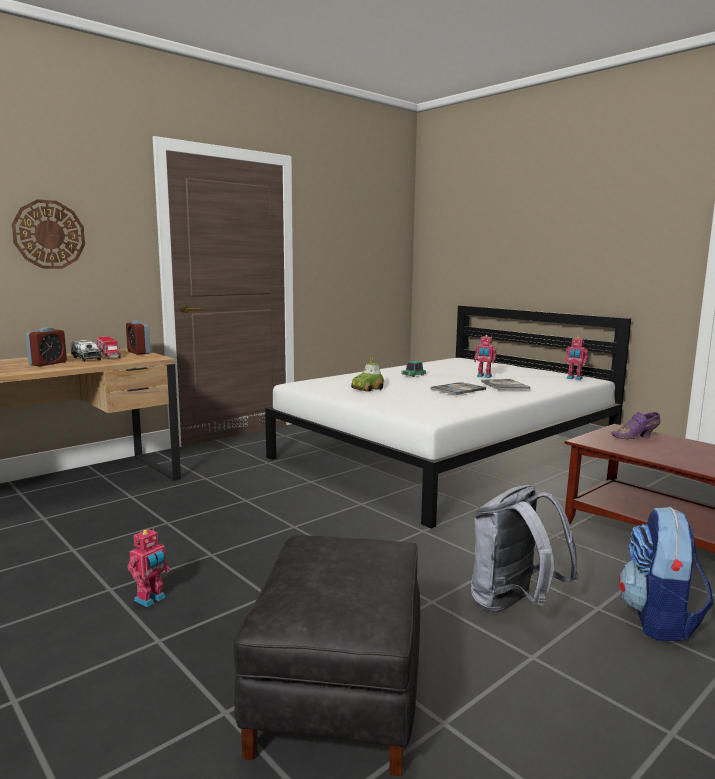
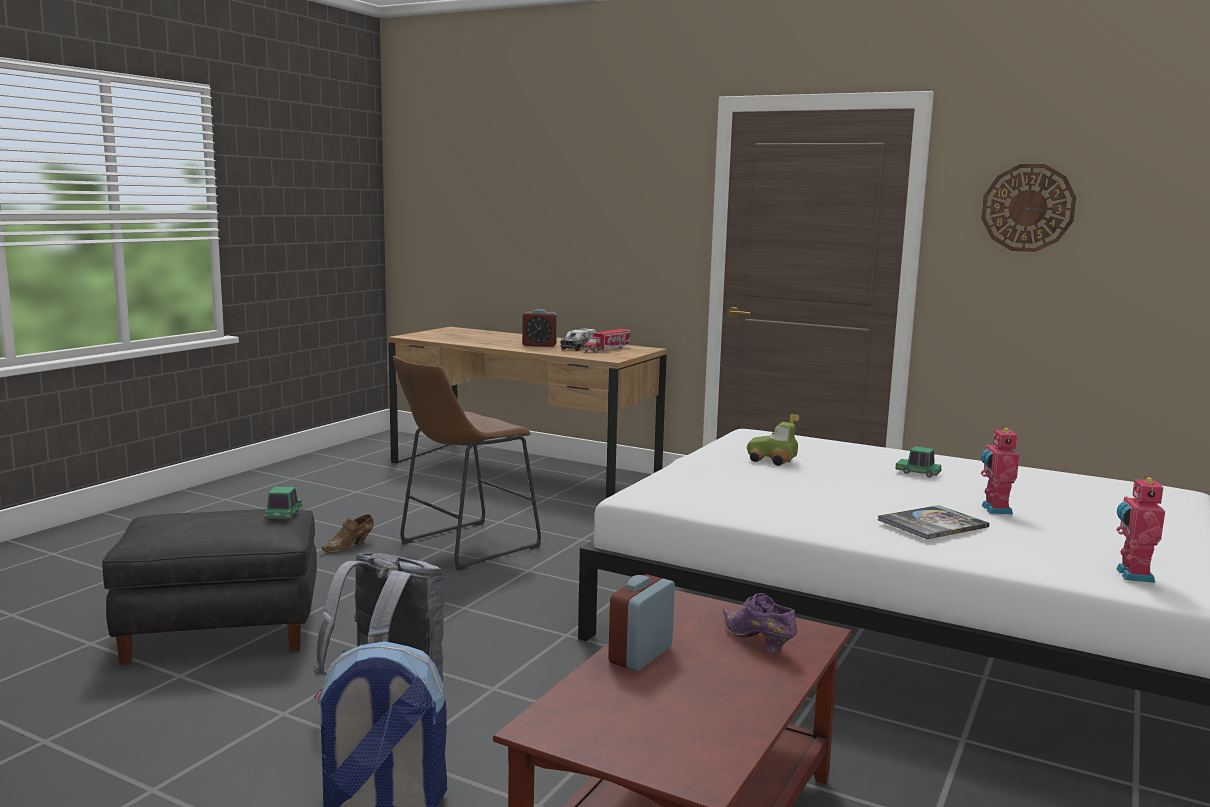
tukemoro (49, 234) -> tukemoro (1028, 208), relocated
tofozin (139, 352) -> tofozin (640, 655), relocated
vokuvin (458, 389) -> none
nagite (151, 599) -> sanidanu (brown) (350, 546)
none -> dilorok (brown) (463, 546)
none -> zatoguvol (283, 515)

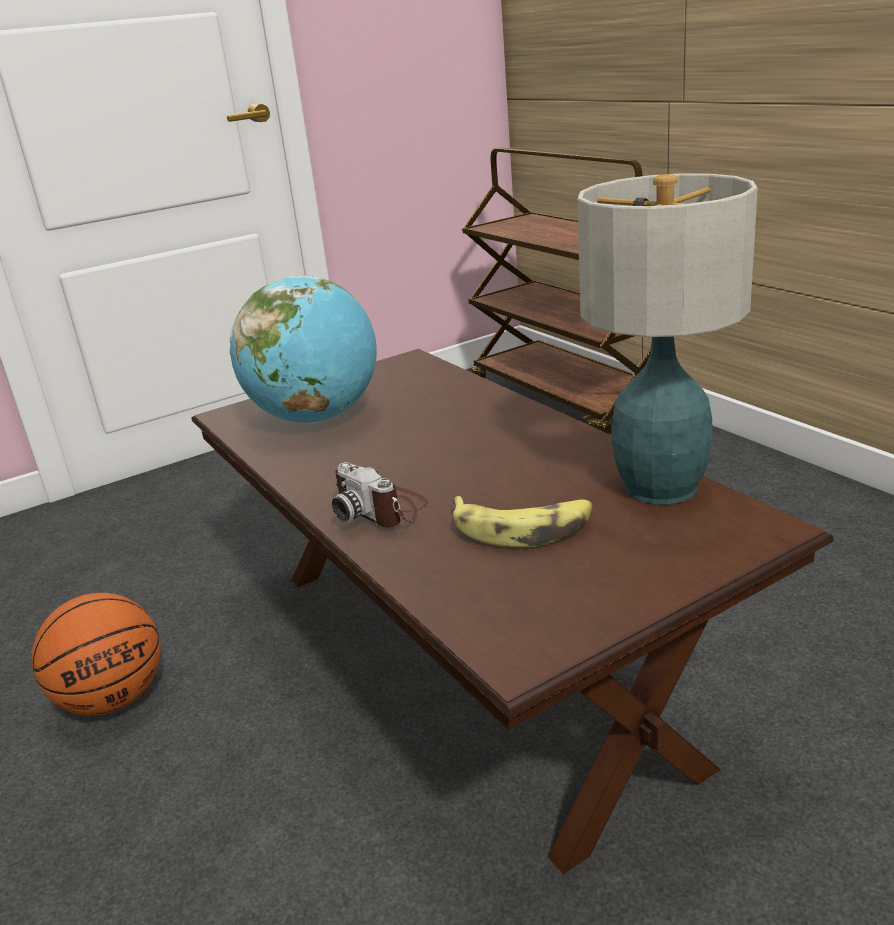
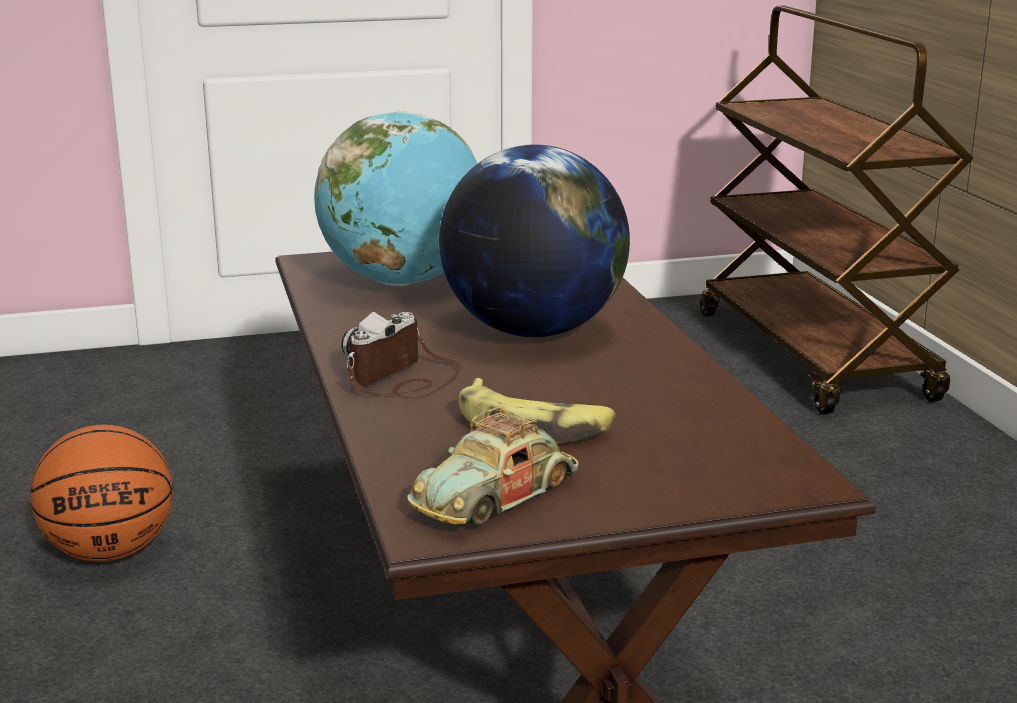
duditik (658, 488) -> none
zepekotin (382, 508) -> zepekotin (403, 379), 60 degrees clockwise
none -> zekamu (533, 331)
none -> zatoguvol (496, 496)

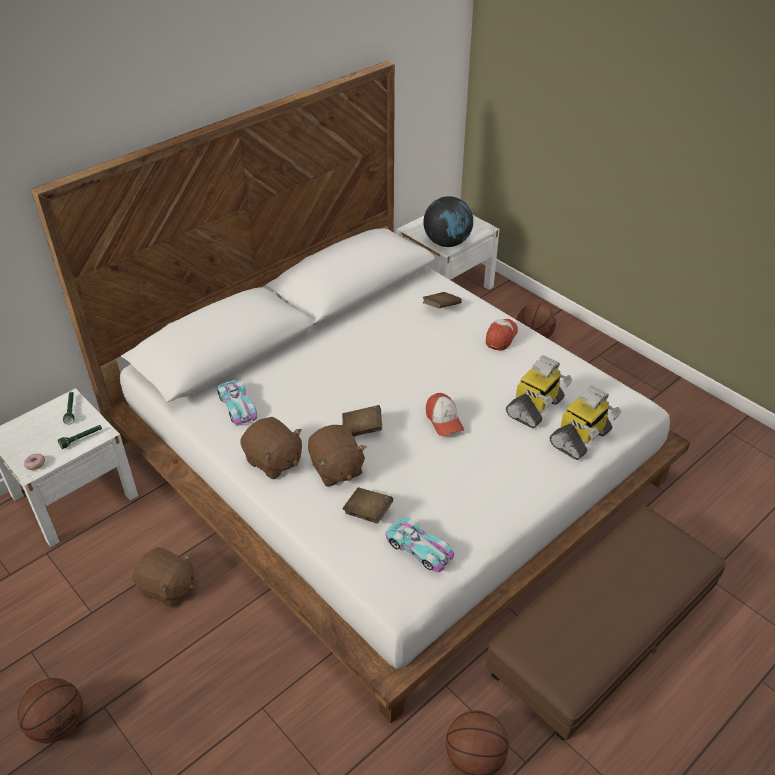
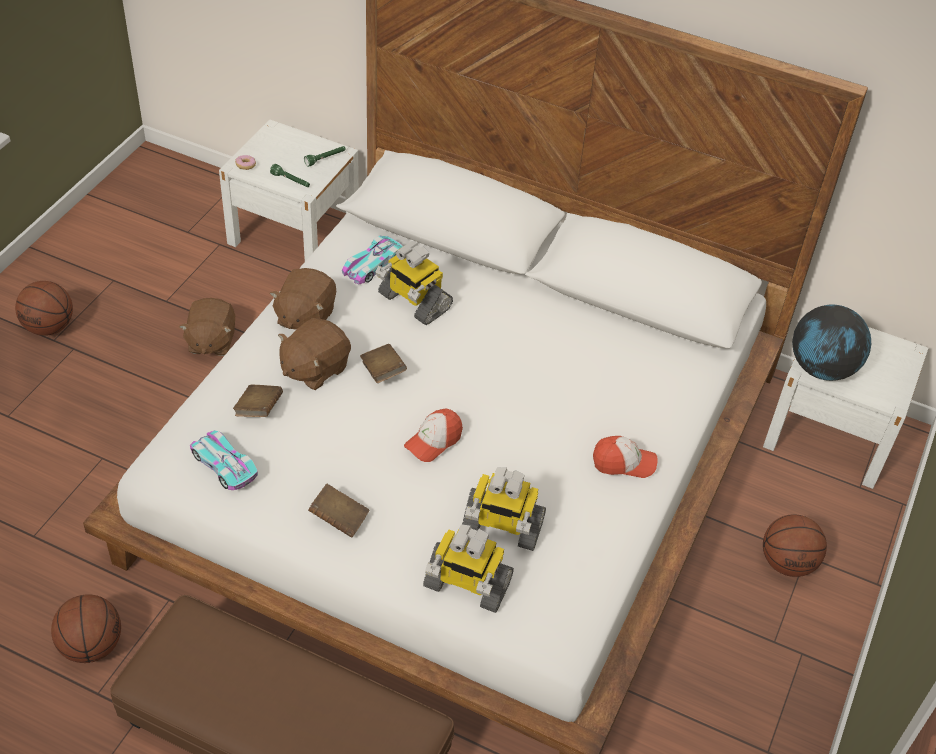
vokuvin (brown) (441, 307) -> vokuvin (brown) (339, 519), relocated
zatoguvol (419, 548) -> zatoguvol (224, 464), 120 degrees clockwise
none -> nagite (413, 302)

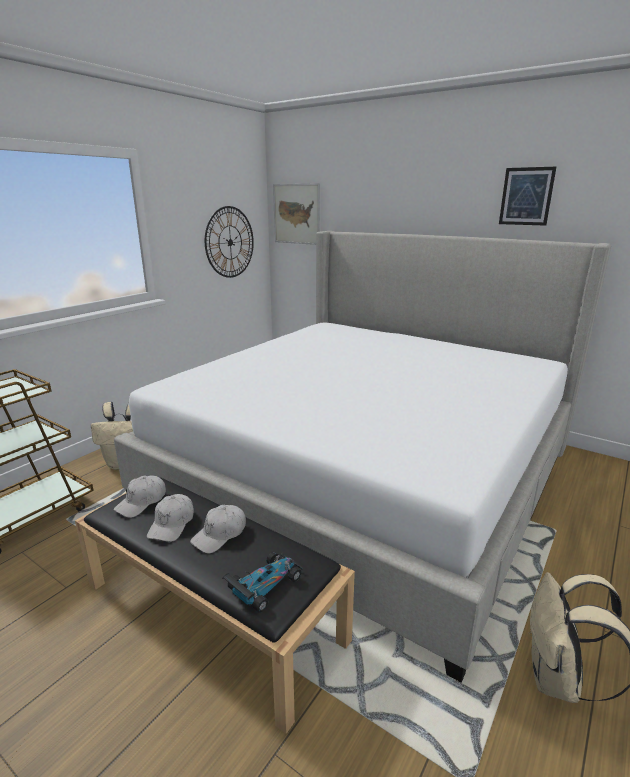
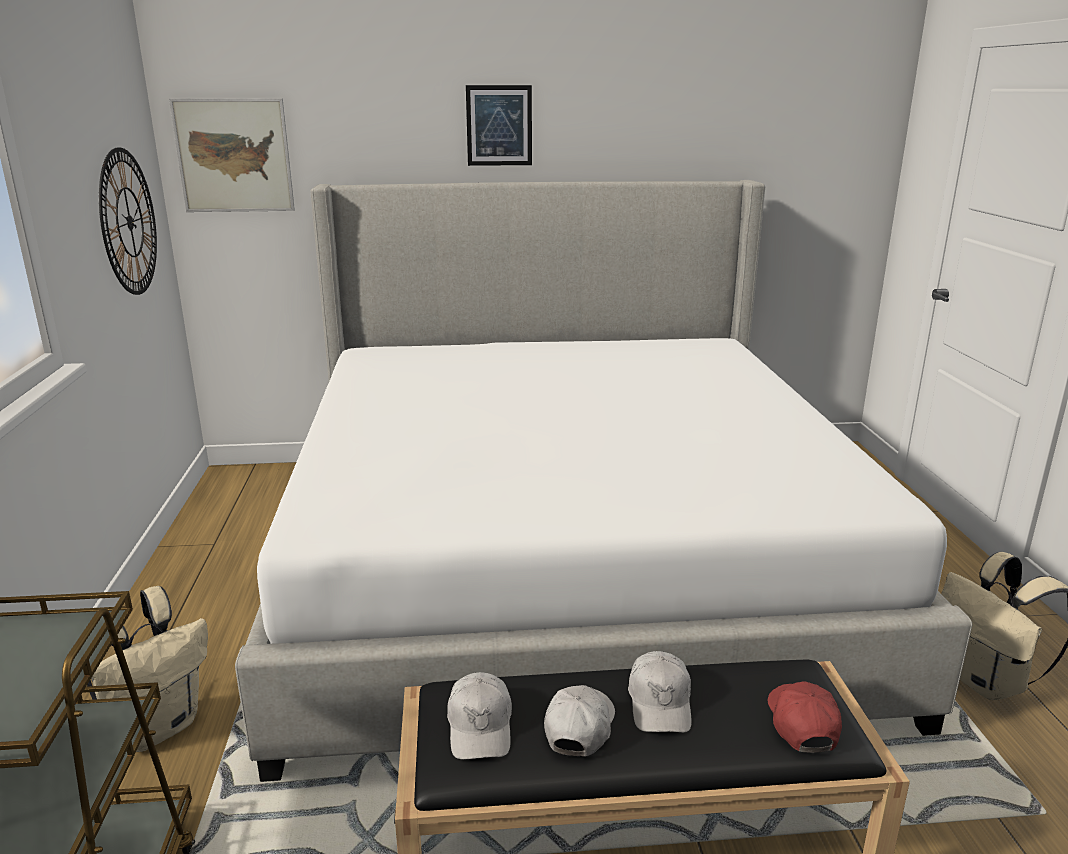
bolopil (526, 196) -> bolopil (499, 125), relocated
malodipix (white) (172, 524) -> malodipix (white) (579, 727), 135 degrees counterclockwise
zatoguvol (265, 585) -> malodipix (red) (802, 723)

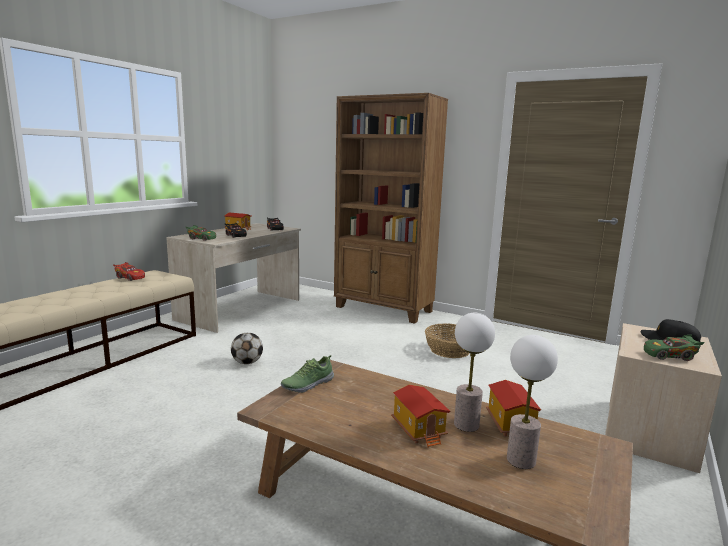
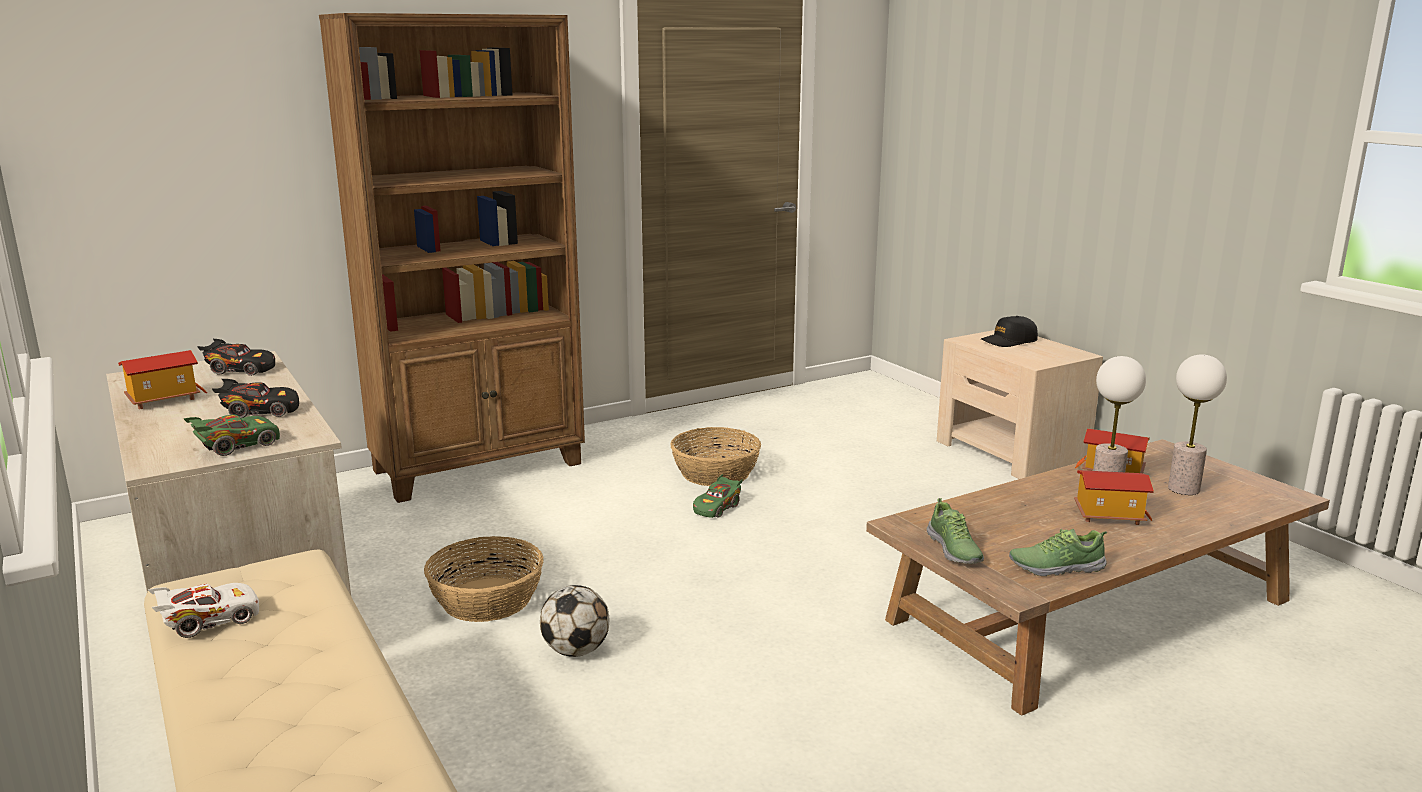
zatoguvol (red) (130, 278) -> zatoguvol (white) (209, 621)
zatoguvol (green) (670, 356) -> zatoguvol (green) (717, 508), relocated
none -> sanidanu (1056, 567)
none -> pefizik (487, 600)

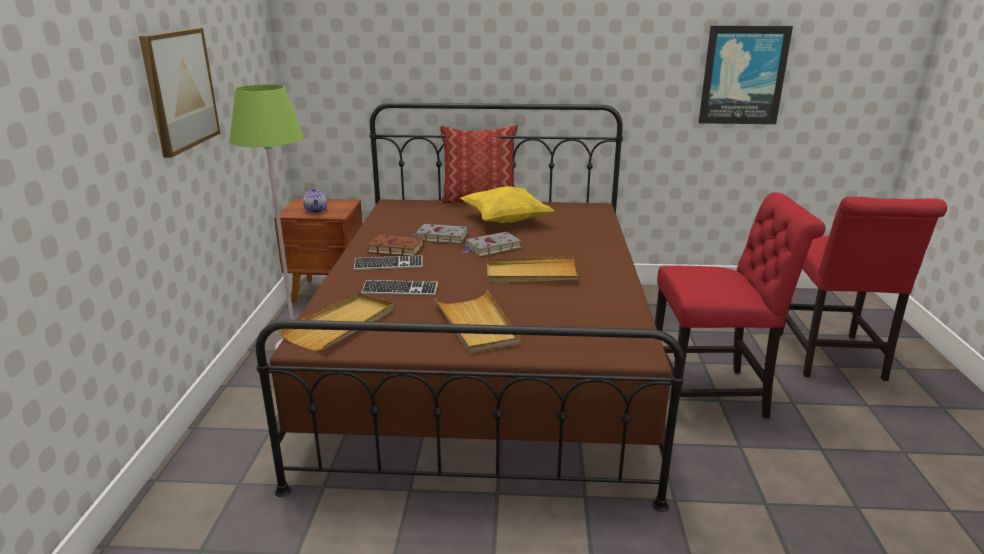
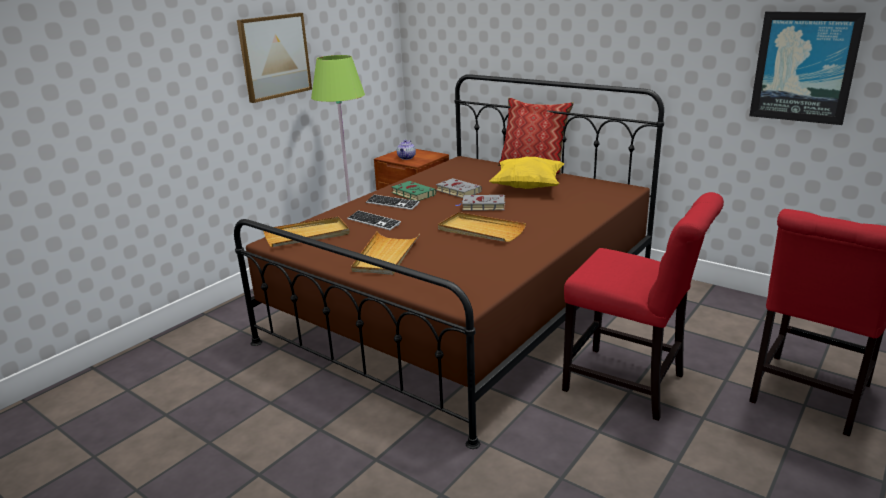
vokuvin (brown) (394, 249) -> vokuvin (green) (412, 193)

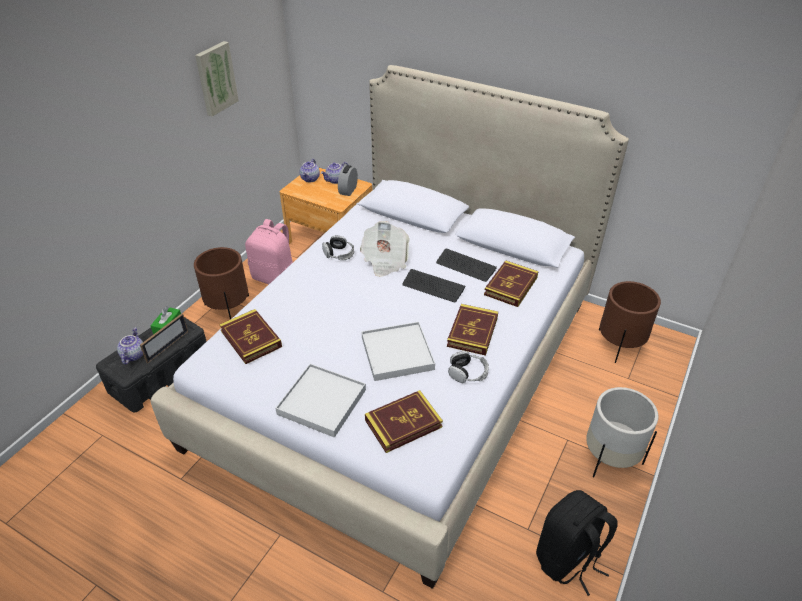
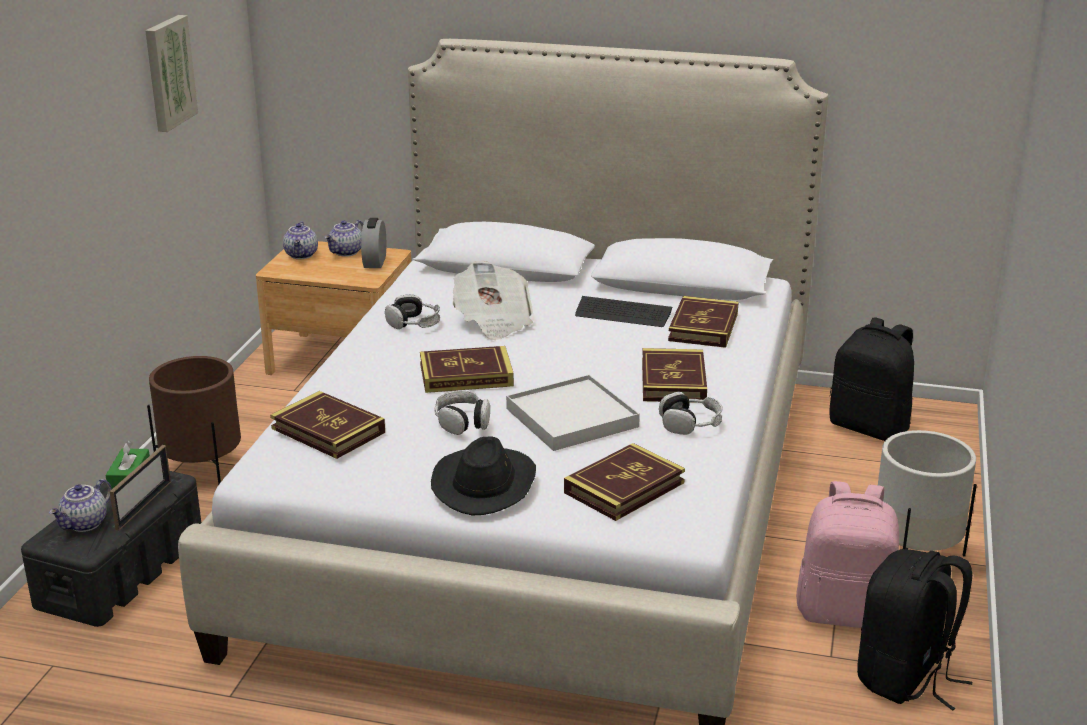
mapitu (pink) (275, 277) -> mapitu (pink) (845, 612), relocated
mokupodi (433, 286) -> none
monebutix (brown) (619, 344) -> mapitu (black) (870, 427)
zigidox (133, 355) -> zigidox (85, 524), 135 degrees counterclockwise
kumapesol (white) (321, 402) -> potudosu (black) (484, 484)
none -> vokuvin (466, 375)
none -> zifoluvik (463, 422)

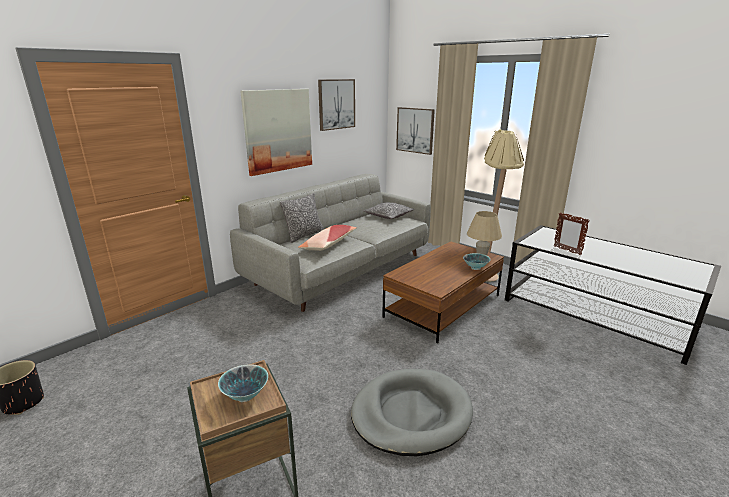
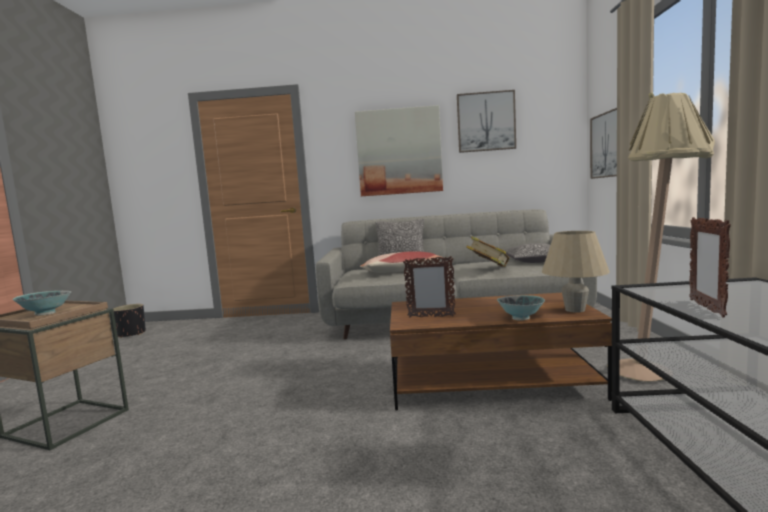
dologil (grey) (411, 414) -> none
none -> vokuvin (488, 268)
none -> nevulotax (431, 316)

